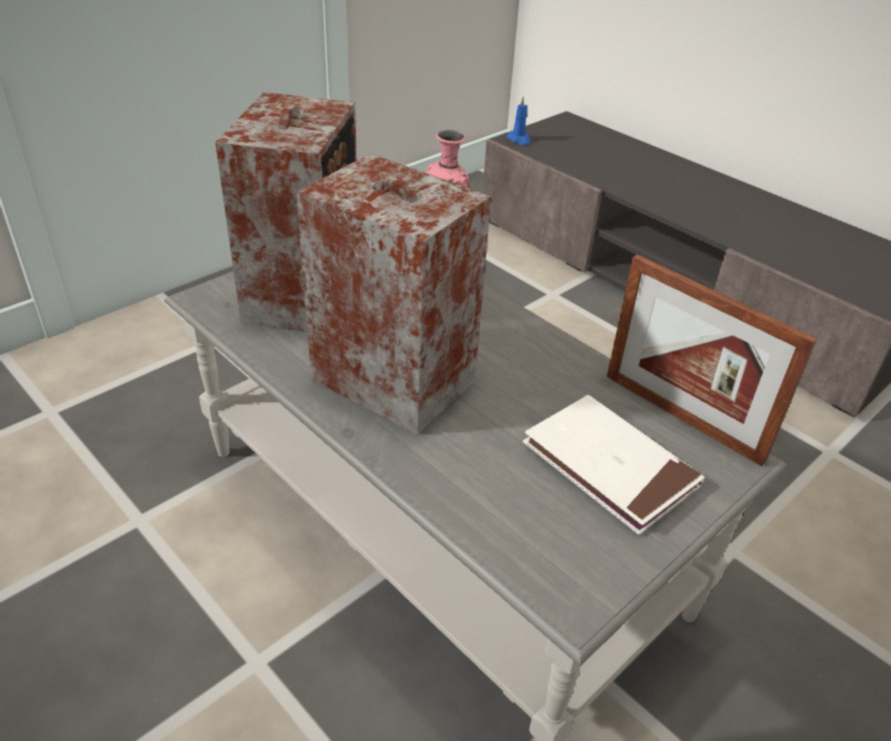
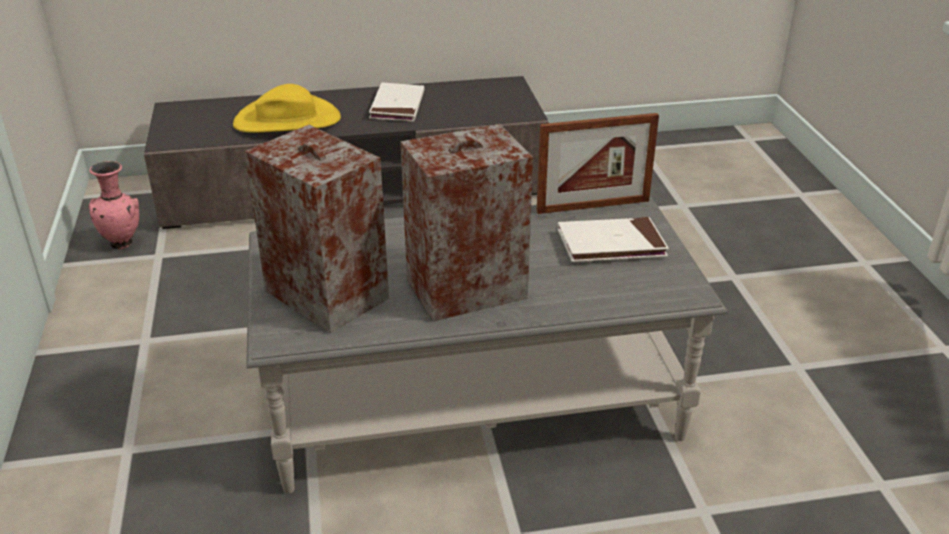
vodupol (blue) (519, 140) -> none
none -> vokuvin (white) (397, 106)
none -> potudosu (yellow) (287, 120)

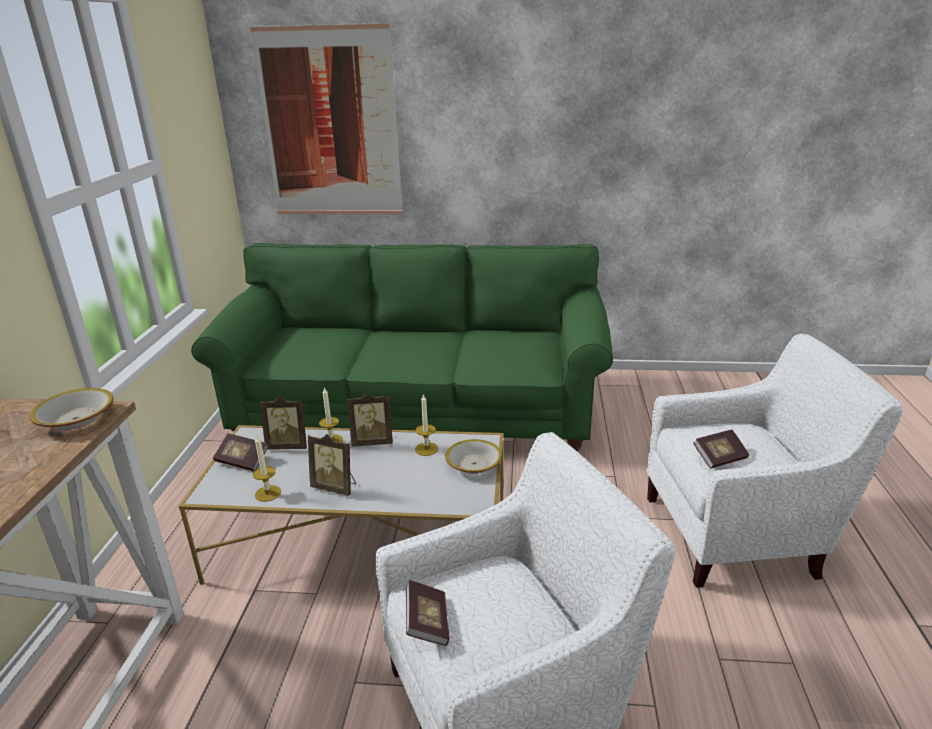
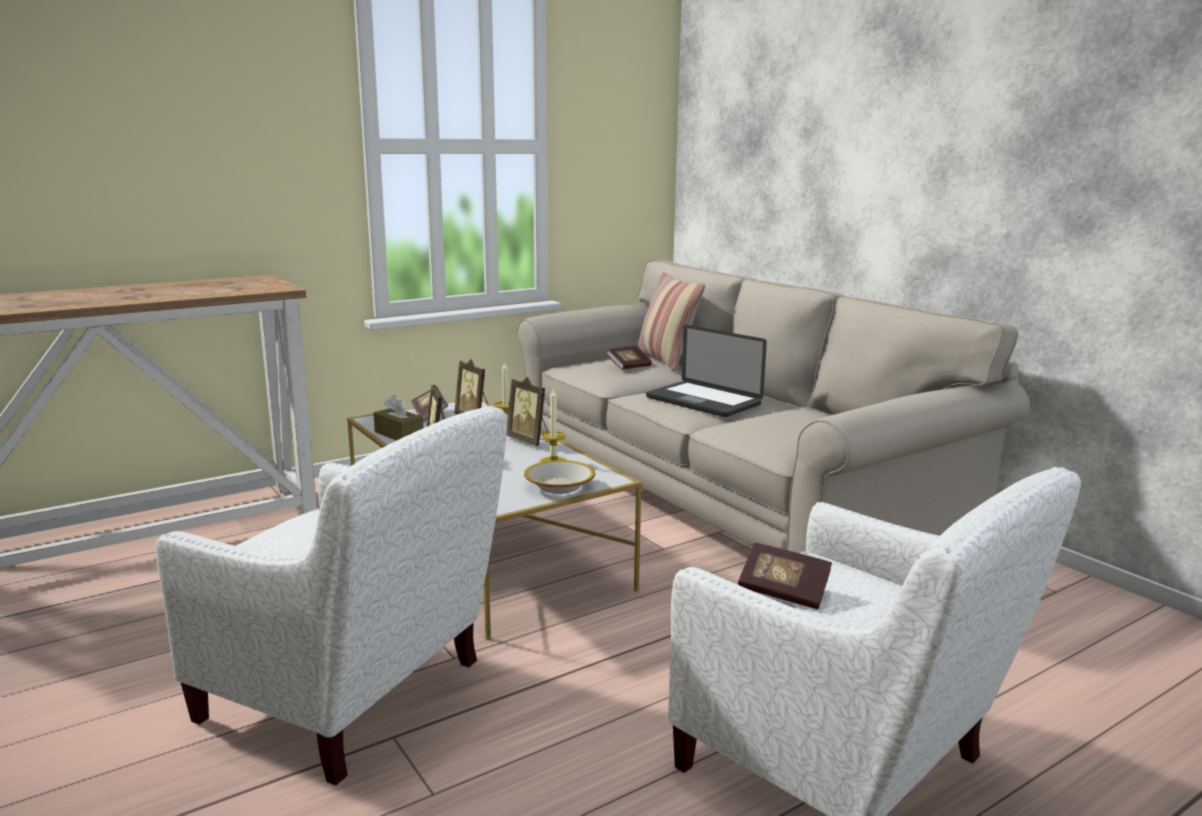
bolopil (330, 124) -> none
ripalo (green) (417, 406) -> ripalo (beige) (727, 489)
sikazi (76, 419) -> none
vodupol (268, 493) -> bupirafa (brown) (399, 434)
vokuvin (427, 623) -> vokuvin (629, 367), relocated
none -> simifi (666, 360)
none -> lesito (703, 401)

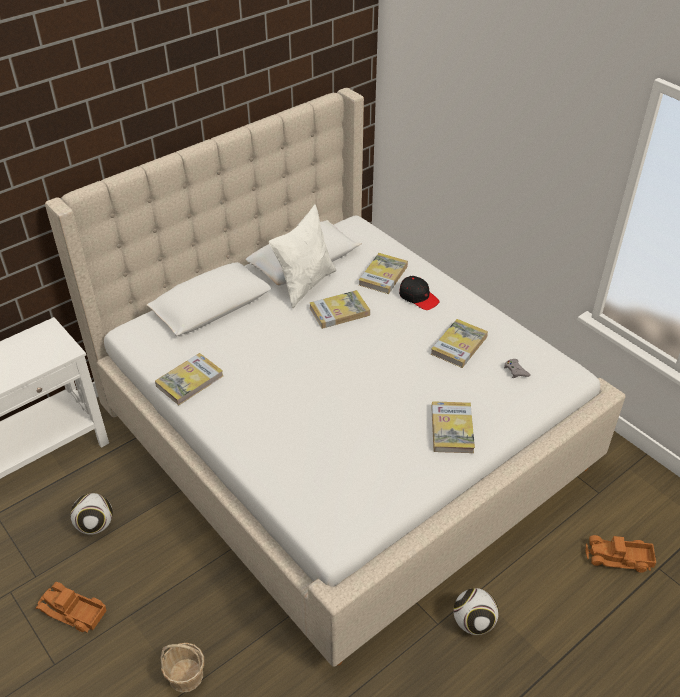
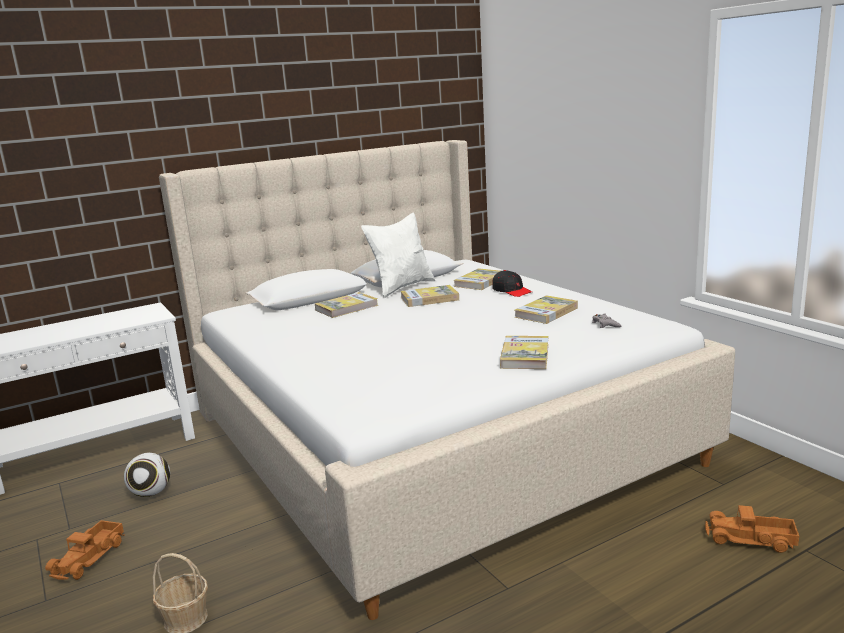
vokuvin (189, 381) -> vokuvin (346, 308), relocated
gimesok (72, 612) -> gimesok (90, 558), 105 degrees counterclockwise
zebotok (473, 623) -> none

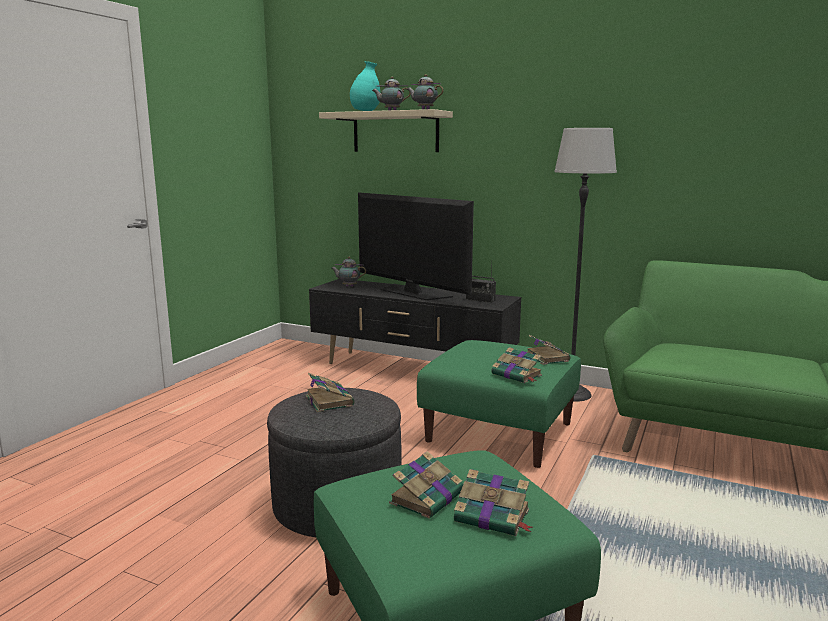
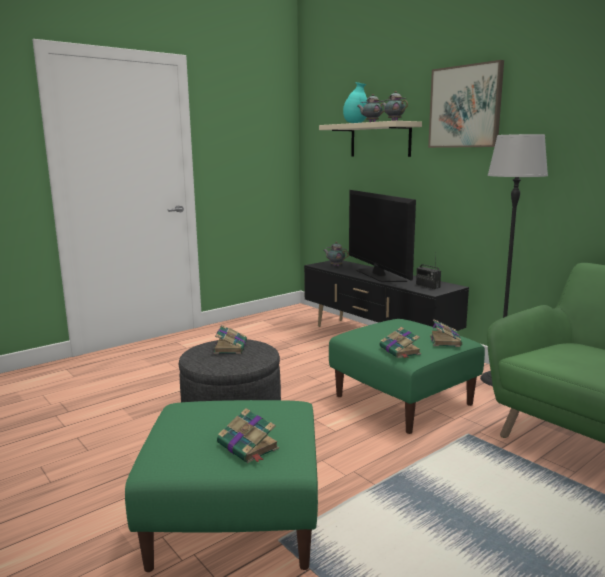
vokuvin (428, 497) -> none
none -> bolopil (465, 107)

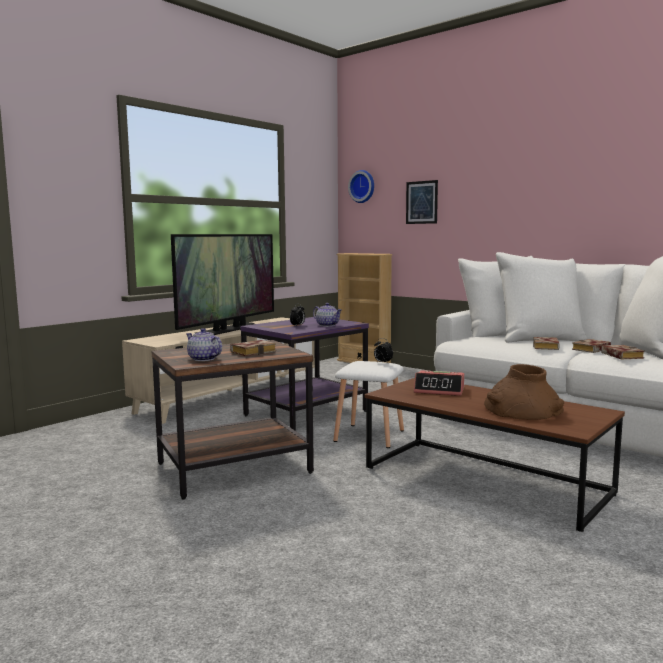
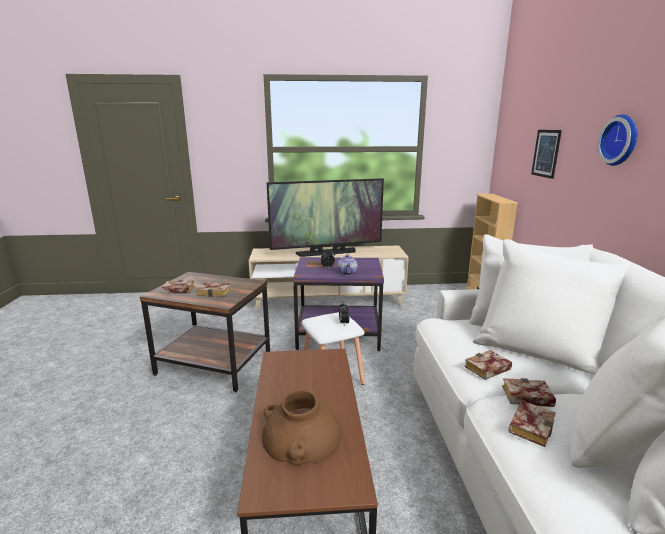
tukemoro (363, 186) -> tukemoro (621, 140), relocated
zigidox (204, 359) -> vokuvin (177, 290)
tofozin (439, 390) -> none

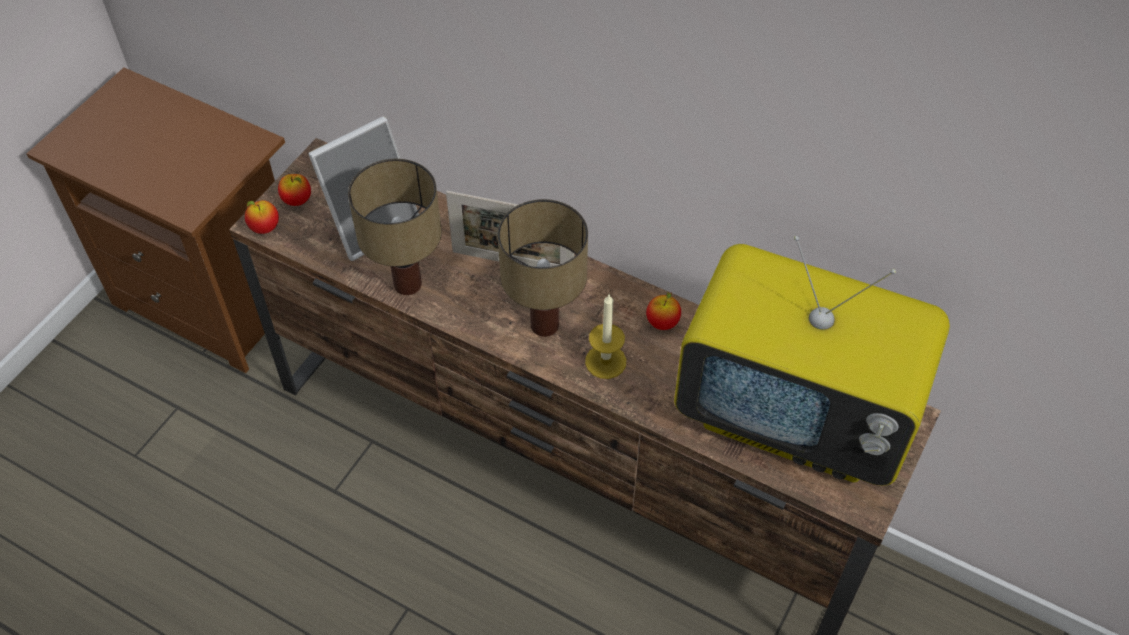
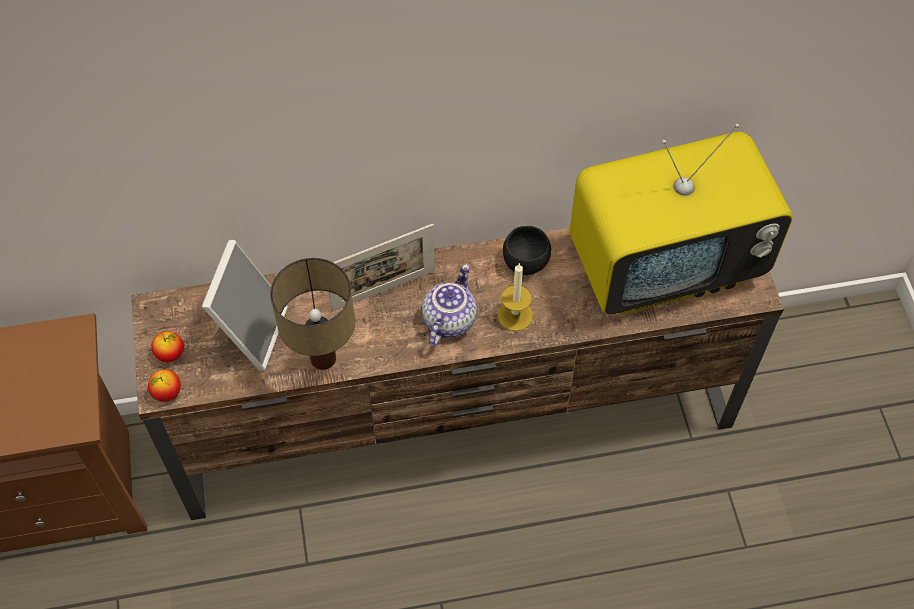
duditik (543, 324) -> zigidox (448, 319)
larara (662, 323) -> sikazi (black) (525, 262)

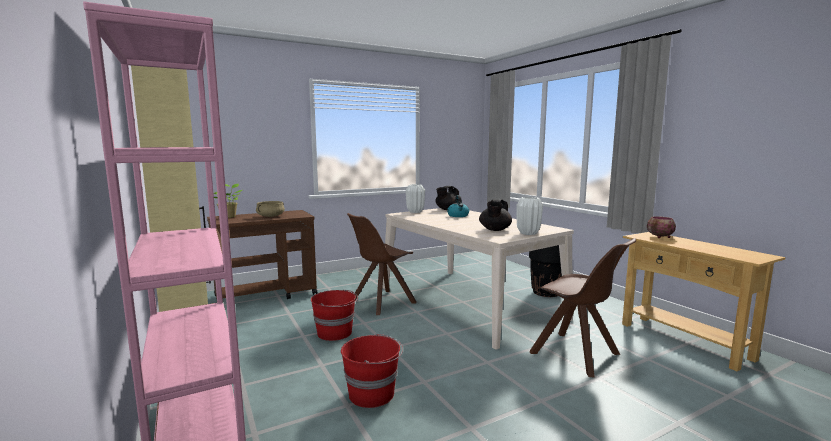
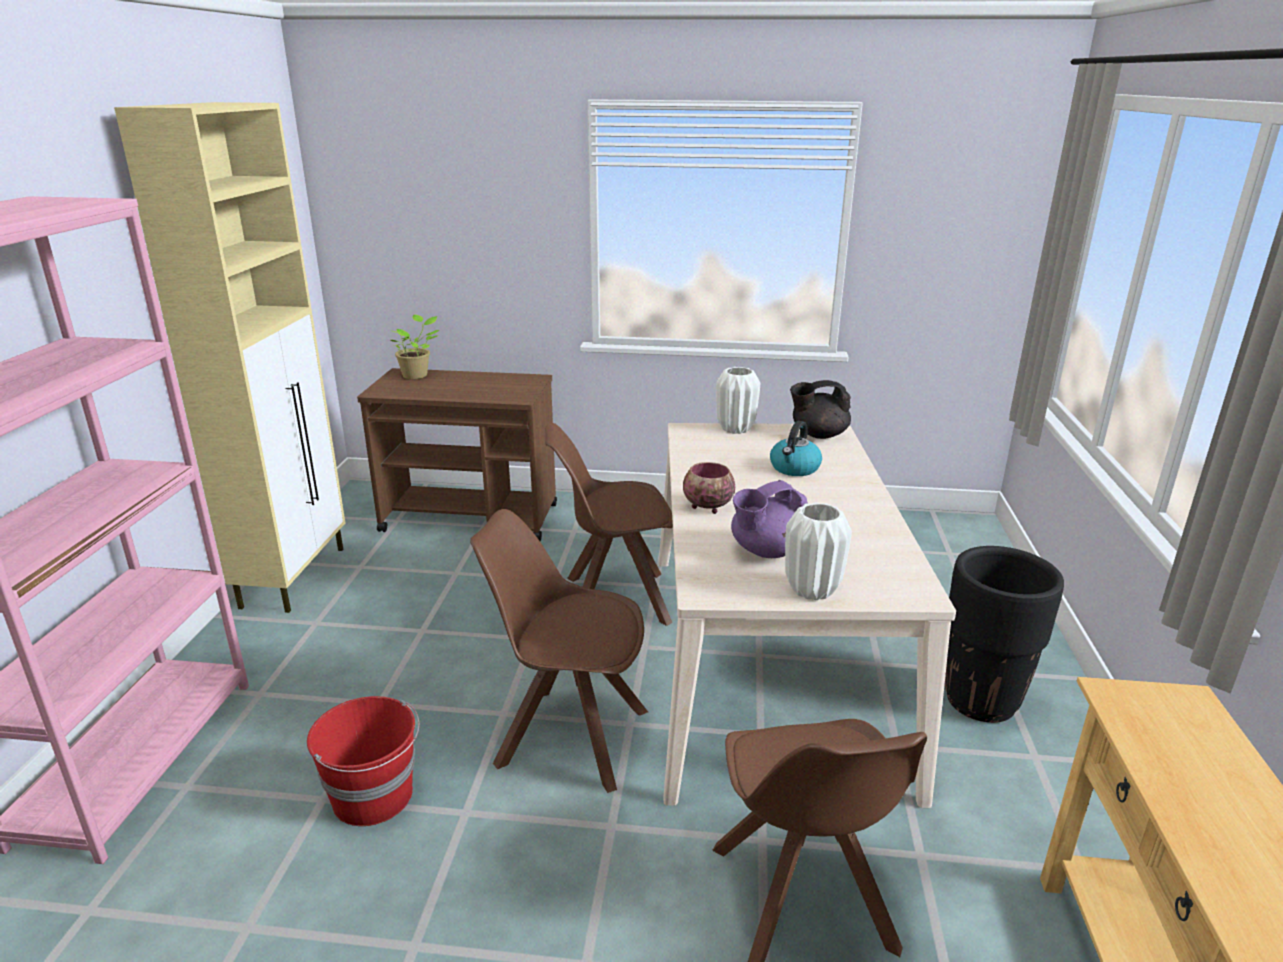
zigidox (black) (495, 230) -> zigidox (purple) (766, 551)
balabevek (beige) (270, 216) -> none
sikazi (660, 237) -> sikazi (706, 506), relocated
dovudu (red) (335, 333) -> none
none -> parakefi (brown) (568, 736)

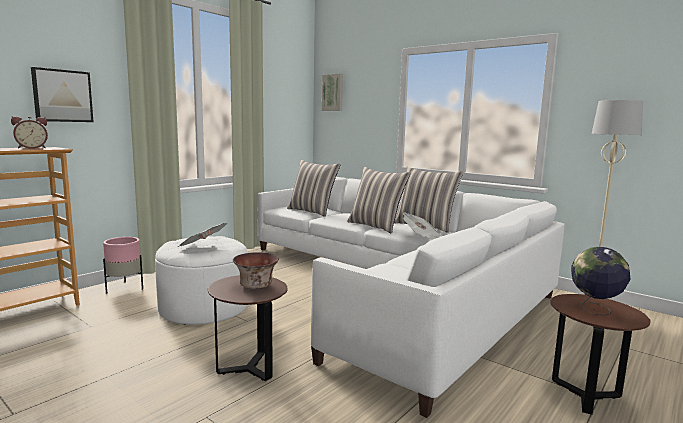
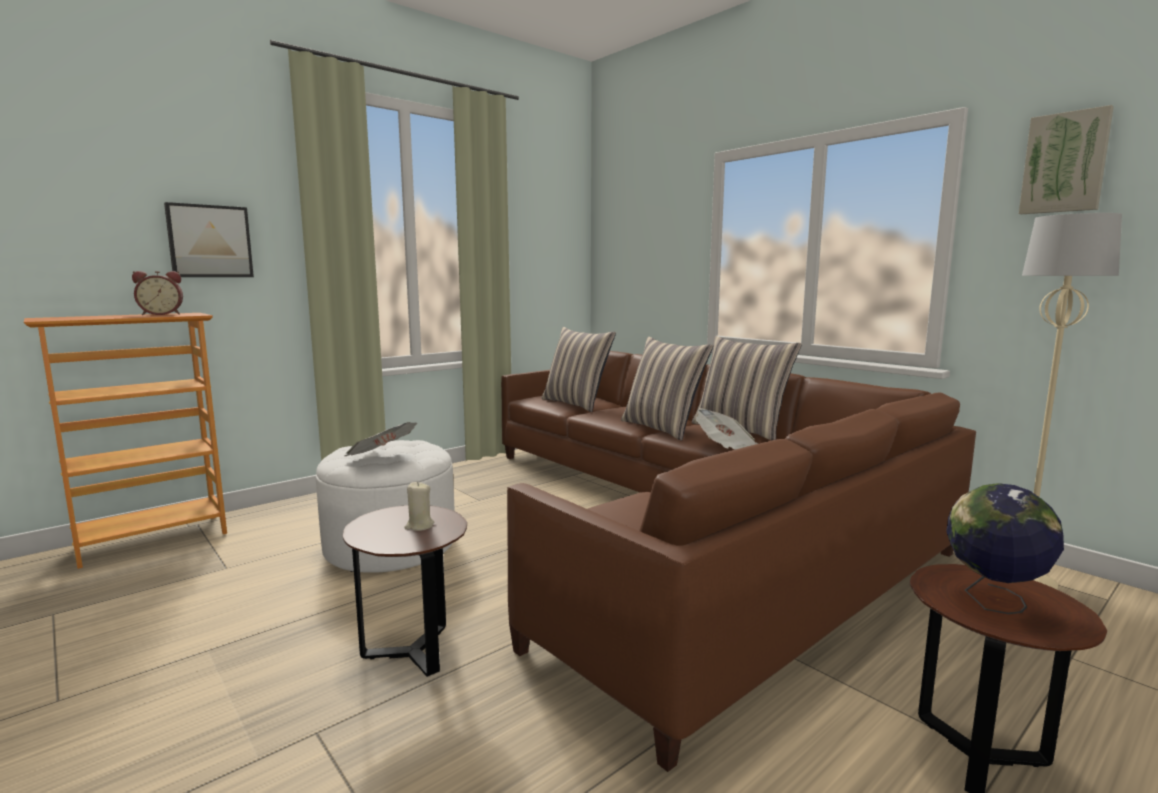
bolopil (333, 92) -> bolopil (1065, 163), relocated
ripalo (white) (395, 287) -> ripalo (brown) (688, 525)
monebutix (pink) (125, 288) -> none
sikazi (256, 286) -> vodupol (beige) (419, 526)

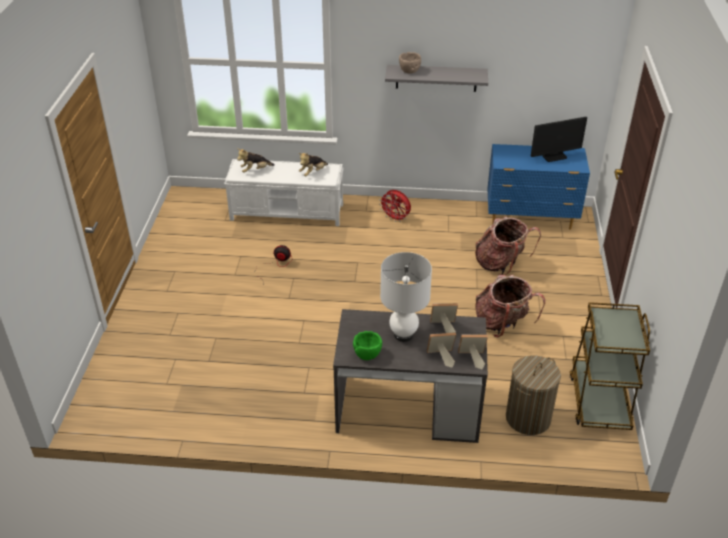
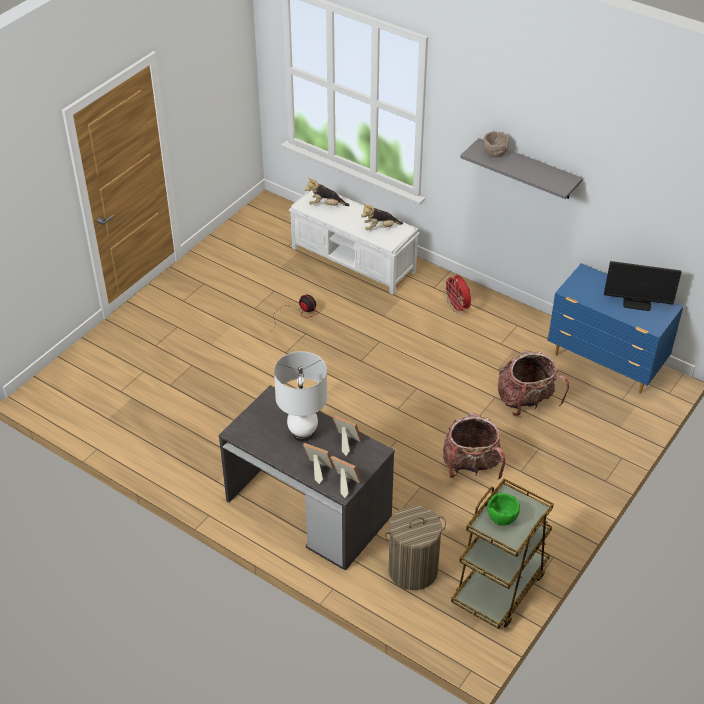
sikazi (green) (367, 354) -> sikazi (green) (502, 517), relocated

